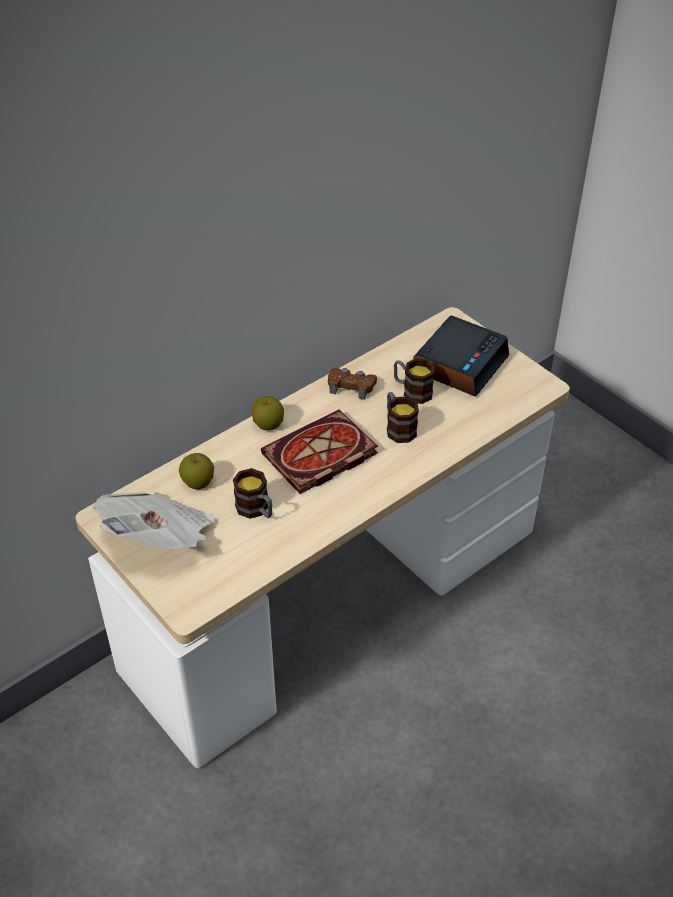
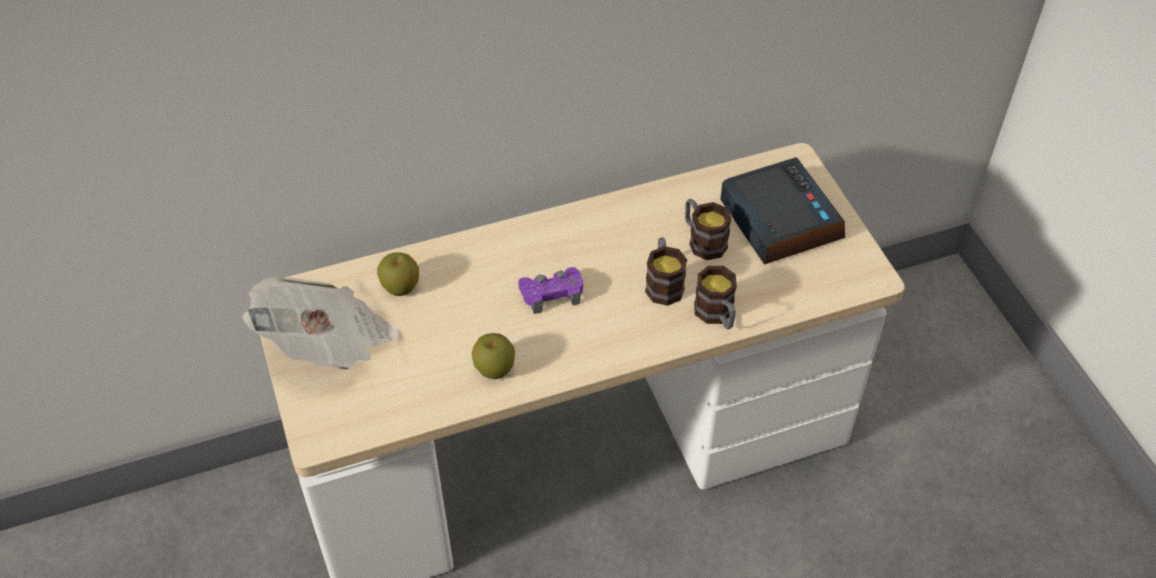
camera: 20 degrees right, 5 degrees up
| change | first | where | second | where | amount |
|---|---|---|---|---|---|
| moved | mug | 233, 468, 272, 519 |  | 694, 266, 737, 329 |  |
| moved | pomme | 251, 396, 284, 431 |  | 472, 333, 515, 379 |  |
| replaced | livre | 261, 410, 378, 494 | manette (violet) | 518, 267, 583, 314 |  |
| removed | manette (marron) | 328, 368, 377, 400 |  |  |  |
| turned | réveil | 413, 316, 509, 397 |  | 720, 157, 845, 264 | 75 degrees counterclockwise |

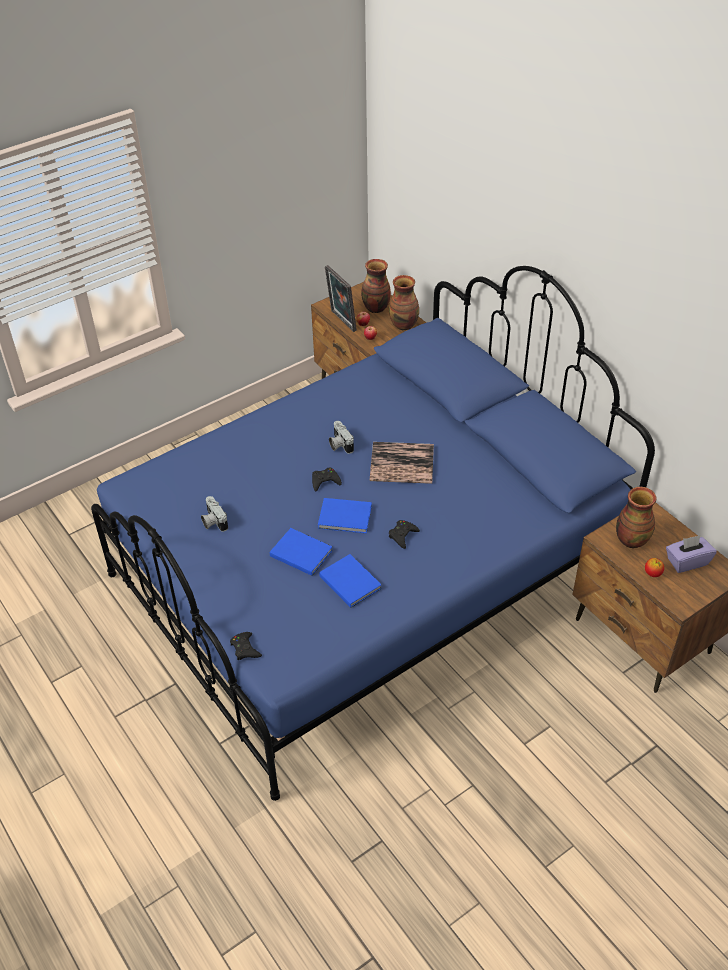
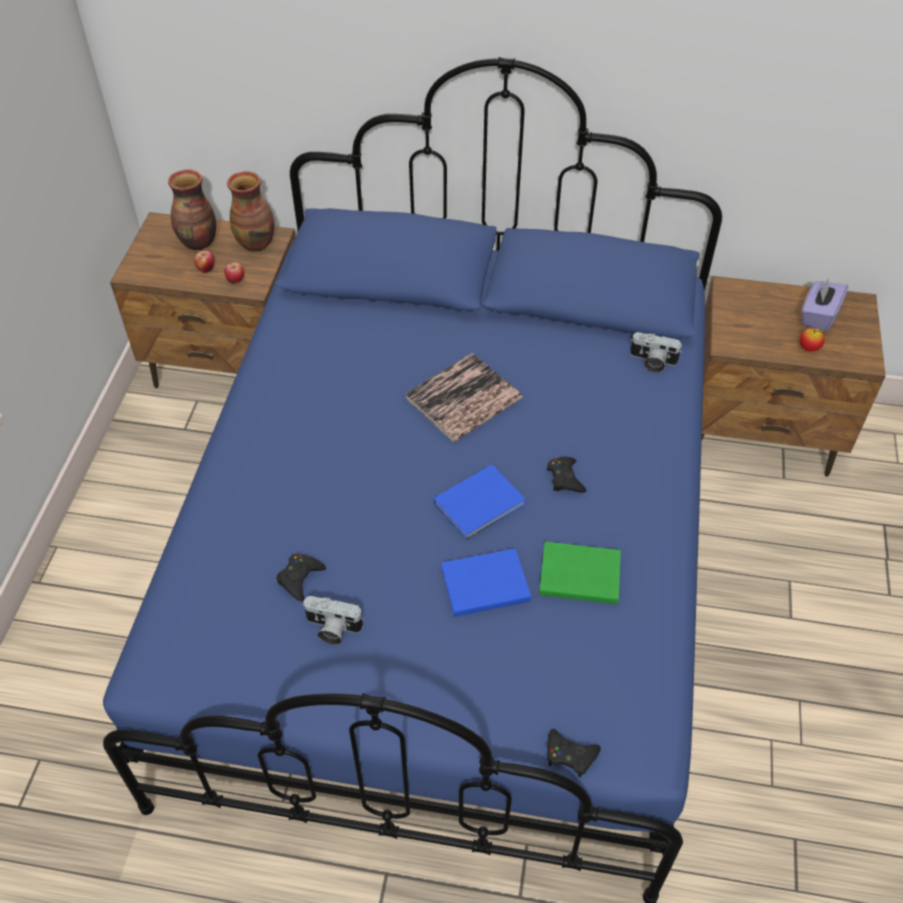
camera: 45 degrees left, 5 degrees up
| change | first | where | second | where | amount |
|---|---|---|---|---|---|
| moved | manette (noir) | 312, 468, 342, 492 |  | 276, 554, 326, 602 |  |
| recoloured | livre (bleu) | 319, 554, 382, 608 | livre (vert) | 539, 542, 621, 604 |  |
| removed | cadre photo | 325, 265, 357, 332 |  |  |  |
| moved | appareil photo | 329, 421, 354, 454 |  | 630, 332, 682, 373 |  |
| removed | vase | 616, 487, 657, 548 |  |  |  |

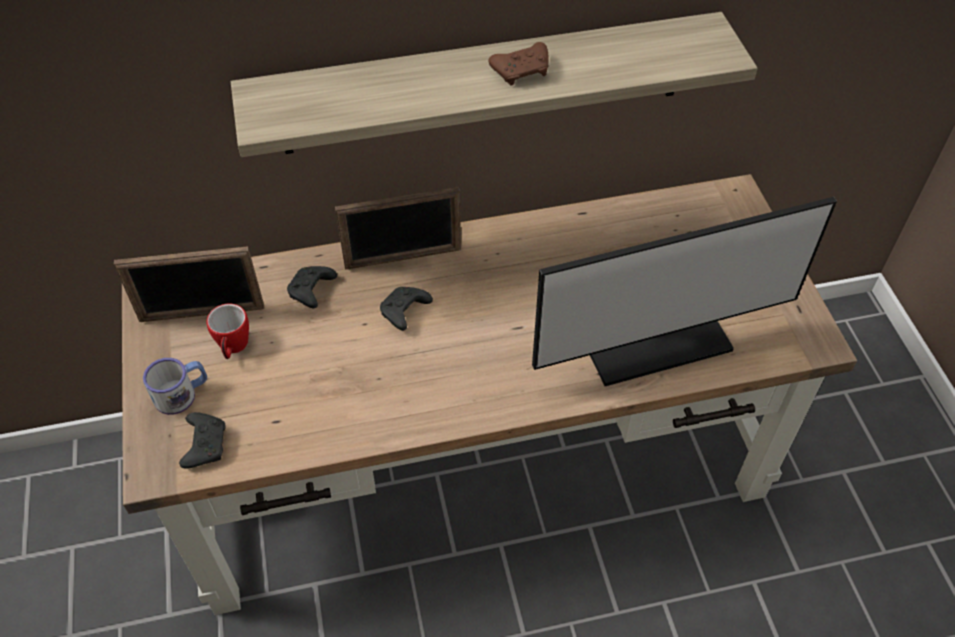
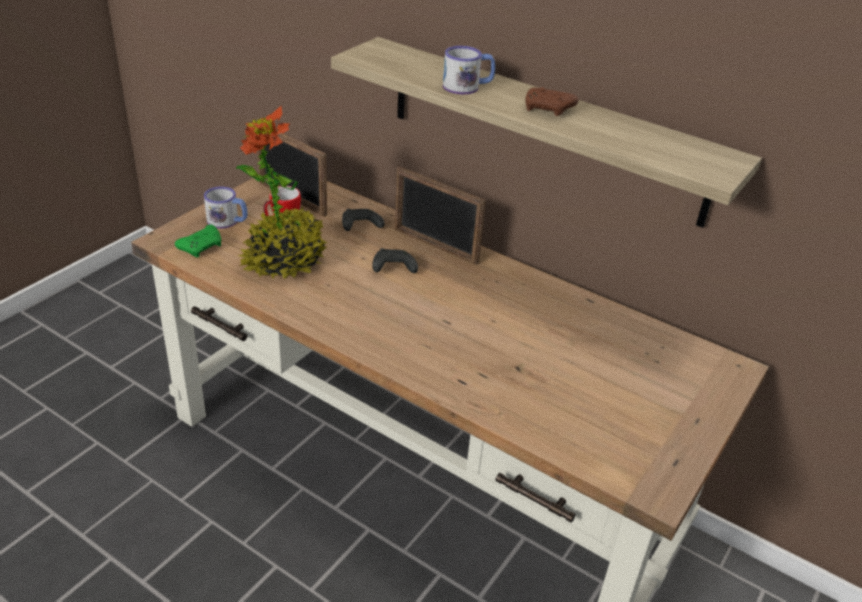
camera: 45 degrees right, 15 degrees down
| change | first | where | second | where | amount |
|---|---|---|---|---|---|
| recoloured | manette (noir) | 179, 412, 226, 469 | manette (vert) | 175, 224, 221, 258 |  |
| removed | écran d'ordinateur | 532, 197, 837, 386 |  |  |  |
| added |  |  | plante en pot | 236, 106, 327, 279 |  |
| added |  |  | mug | 443, 46, 495, 94 |  |

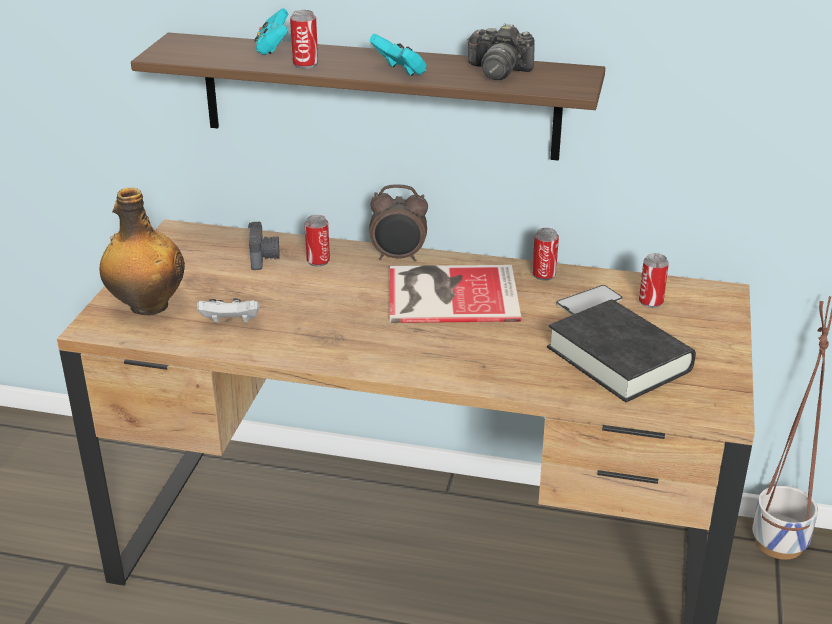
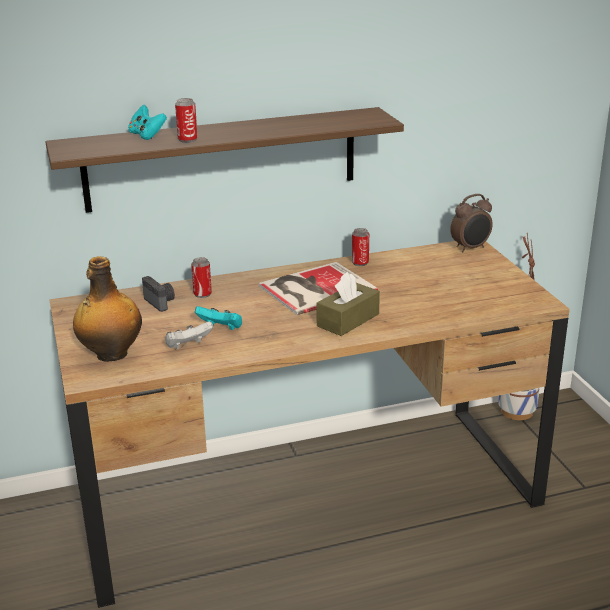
camera: 30 degrees left, 5 degrees down
| change | first | where | second | where | amount |
|---|---|---|---|---|---|
| moved | réveil | 369, 184, 428, 261 |  | 450, 194, 493, 252 |  |
| moved | manette (turquoise) | 370, 34, 427, 76 |  | 195, 306, 242, 330 |  |
| removed | appareil photo | 467, 23, 535, 80 |  |  |  |
| removed | livre (noir) | 547, 300, 696, 402 |  |  |  |
| removed | téléphone | 556, 285, 623, 315 |  |  |  |
| removed | boîte métallique | 639, 253, 669, 308 |  |  |  |
| added |  |  | boîte à mouchoirs (marron) | 316, 272, 380, 336 |  |

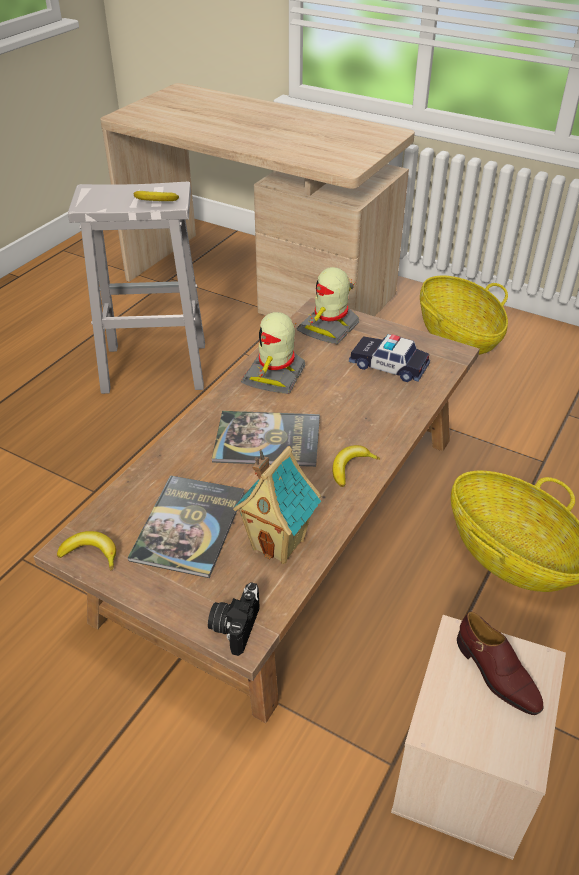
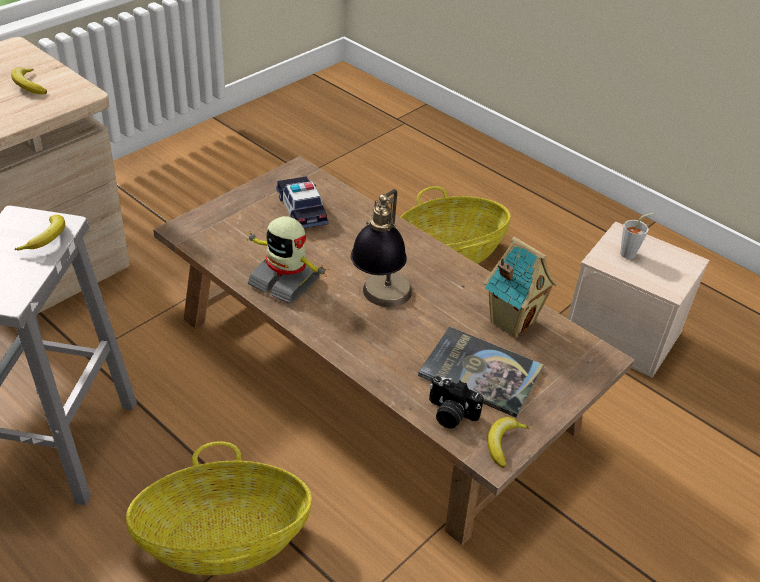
camera: 80 degrees left, 0 degrees up
| change | first | where | second | where | amount |
|---|---|---|---|---|---|
| moved | appareil photo | 208, 582, 260, 656 |  | 429, 376, 484, 429 |  |
| replaced | livre | 212, 411, 320, 467 | lampe de table | 351, 189, 412, 307 |  |
| removed | robot jouet | 296, 267, 359, 345 |  |  |  |
| moved | banane | 333, 445, 380, 487 |  | 11, 67, 47, 94 |  |
| turned | petite voiture | 349, 334, 430, 382 |  | 276, 176, 328, 228 | 120 degrees clockwise |
| moved | panier | 420, 276, 508, 355 |  | 126, 441, 312, 575 |  |
| replaced | chaussure (marron) | 457, 612, 544, 715 | tasse (gris) | 620, 213, 654, 259 |  |

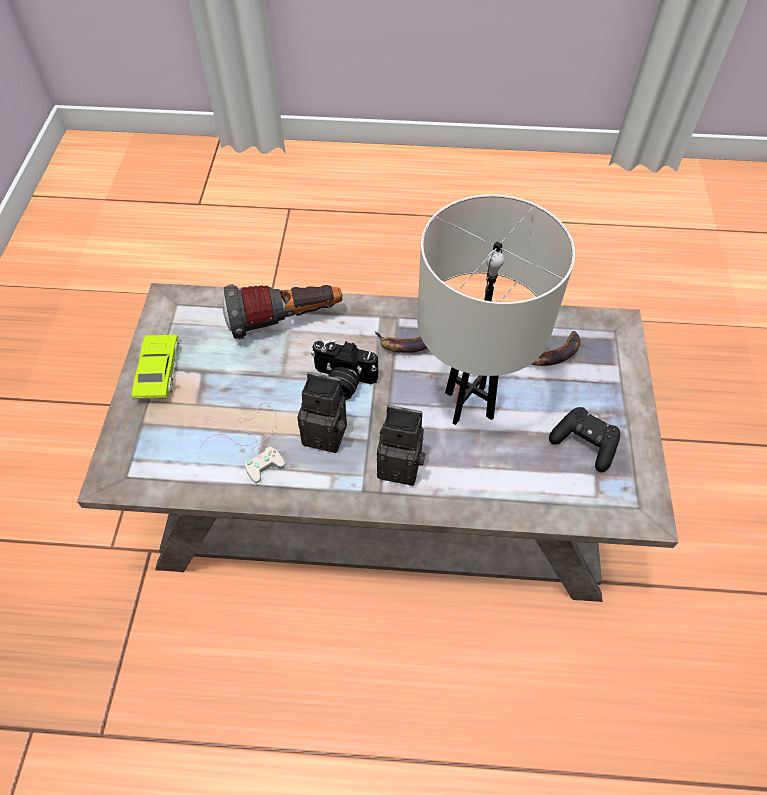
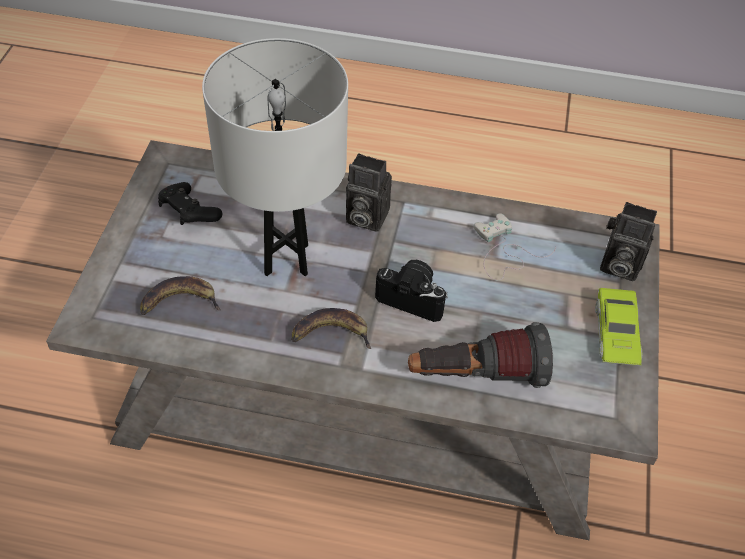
camera: 175 degrees left, 5 degrees down
| change | first | where | second | where | amount |
|---|---|---|---|---|---|
| moved | appareil photo | 297, 372, 347, 453 |  | 600, 202, 657, 281 |  |

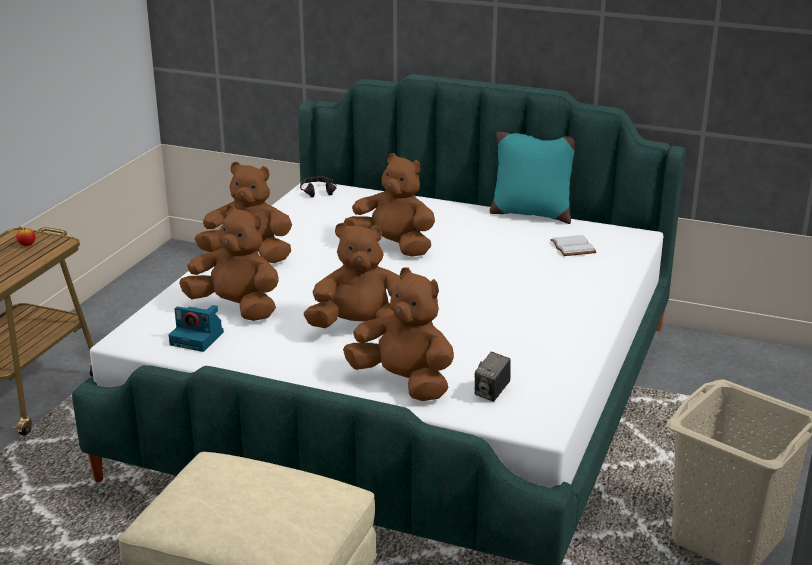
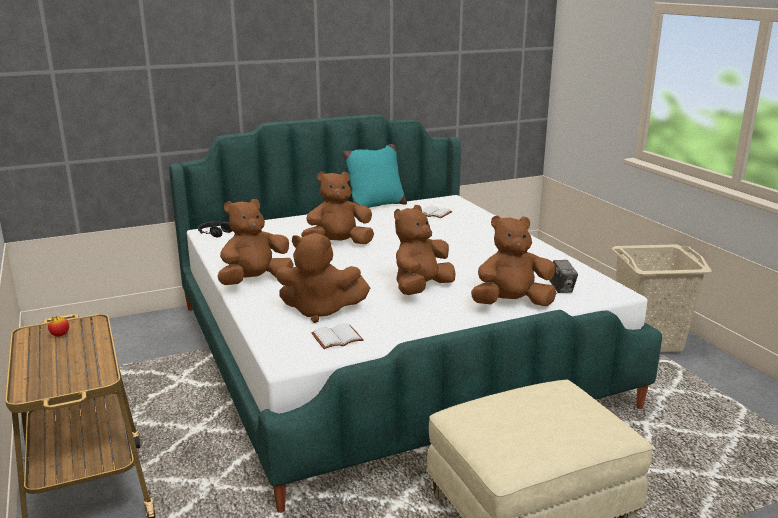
camera: 45 degrees left, 5 degrees down
| change | first | where | second | where | amount |
|---|---|---|---|---|---|
| replaced | appareil photo | 169, 305, 224, 352 | livre (blanc) | 311, 323, 364, 349 |  |
| turned | peluche (marron) | 179, 205, 279, 321 |  | 276, 233, 370, 323 | 150 degrees counterclockwise |

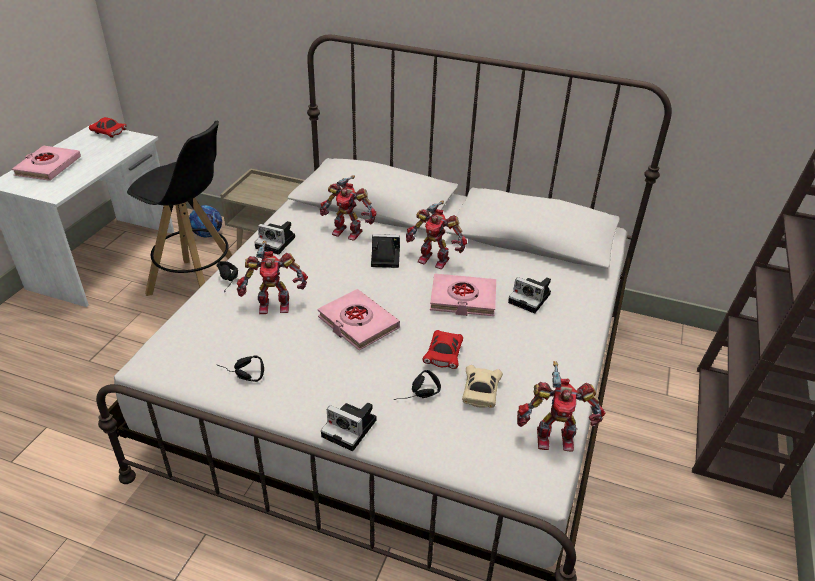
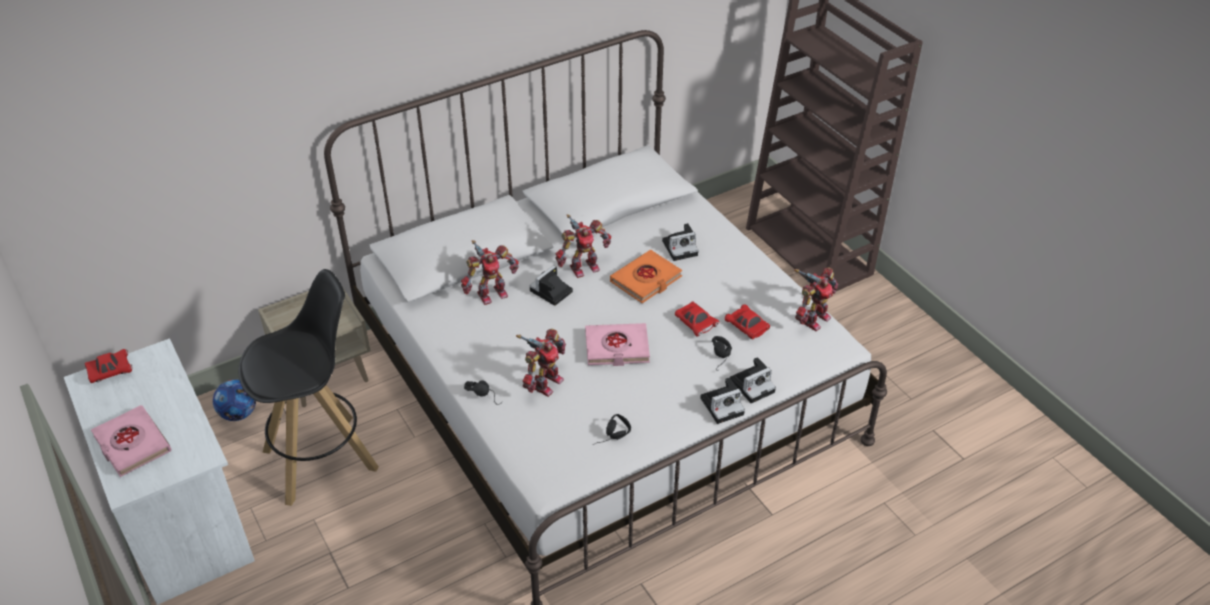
camera: 50 degrees left, 5 degrees up
| change | first | where | second | where | amount |
|---|---|---|---|---|---|
| moved | appareil photo | 254, 221, 295, 255 |  | 730, 357, 776, 403 |  |
| recoloured | livre (rose) | 430, 273, 496, 316 | livre (orange) | 610, 250, 682, 303 |  |
| recoloured | petite voiture (beige) | 462, 365, 503, 408 | petite voiture (rouge) | 725, 304, 770, 339 |  |

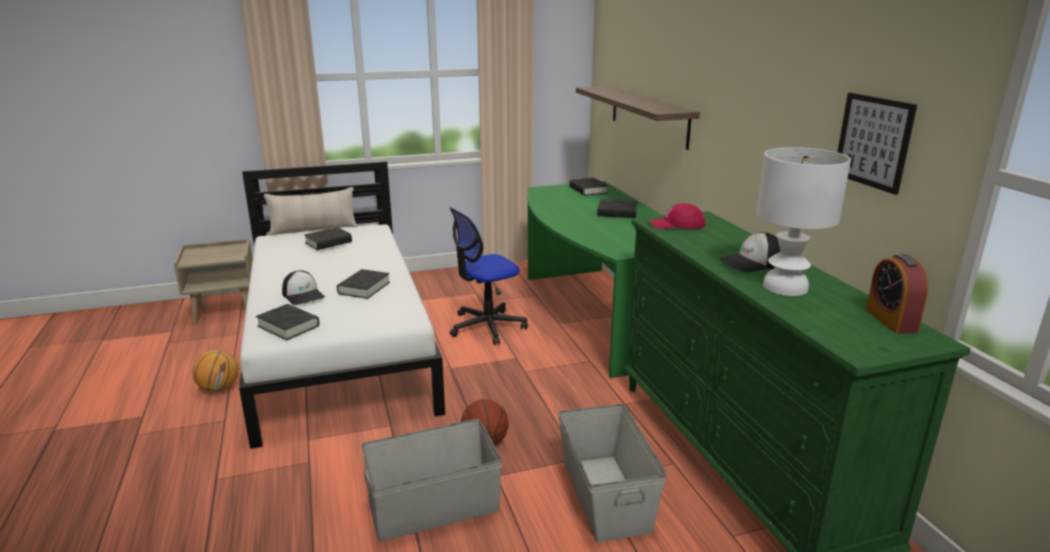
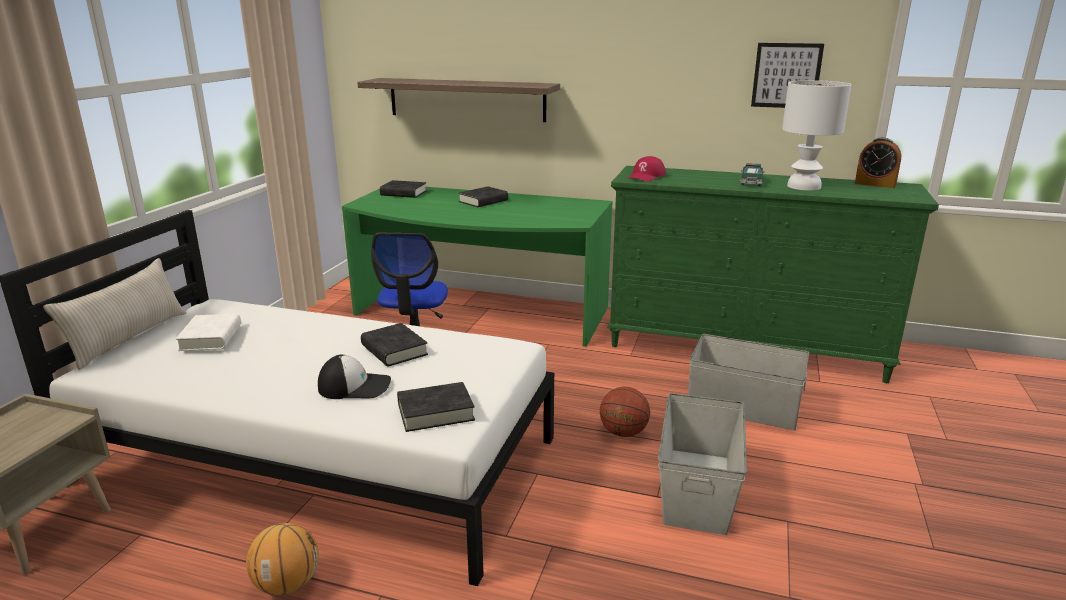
camera: 55 degrees left, 0 degrees up
| change | first | where | second | where | amount |
|---|---|---|---|---|---|
| recoloured | livre (noir) | 304, 227, 352, 250 | livre (blanc) | 176, 314, 241, 351 |  |
| replaced | casquette | 719, 232, 780, 272 | petite voiture | 740, 163, 764, 186 |  |

